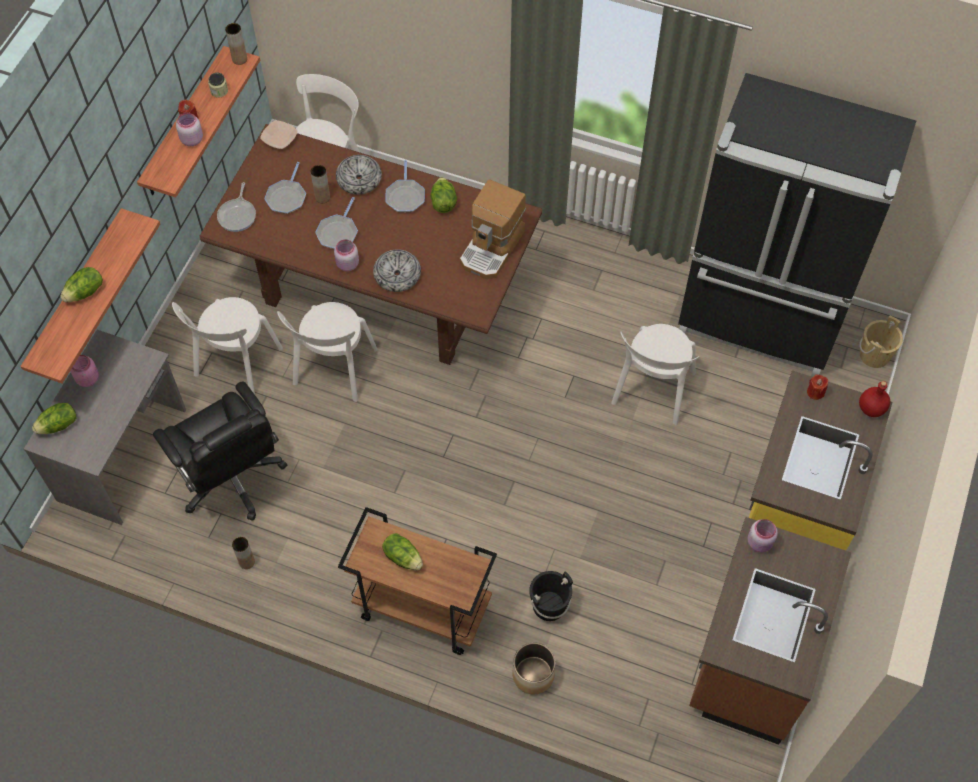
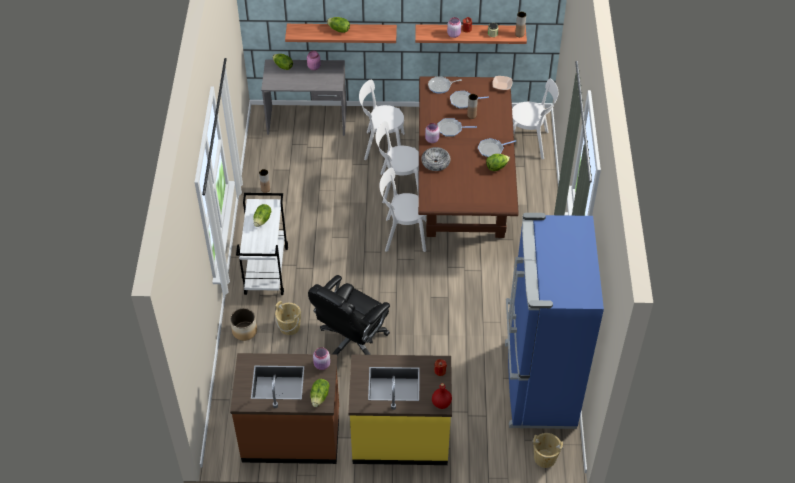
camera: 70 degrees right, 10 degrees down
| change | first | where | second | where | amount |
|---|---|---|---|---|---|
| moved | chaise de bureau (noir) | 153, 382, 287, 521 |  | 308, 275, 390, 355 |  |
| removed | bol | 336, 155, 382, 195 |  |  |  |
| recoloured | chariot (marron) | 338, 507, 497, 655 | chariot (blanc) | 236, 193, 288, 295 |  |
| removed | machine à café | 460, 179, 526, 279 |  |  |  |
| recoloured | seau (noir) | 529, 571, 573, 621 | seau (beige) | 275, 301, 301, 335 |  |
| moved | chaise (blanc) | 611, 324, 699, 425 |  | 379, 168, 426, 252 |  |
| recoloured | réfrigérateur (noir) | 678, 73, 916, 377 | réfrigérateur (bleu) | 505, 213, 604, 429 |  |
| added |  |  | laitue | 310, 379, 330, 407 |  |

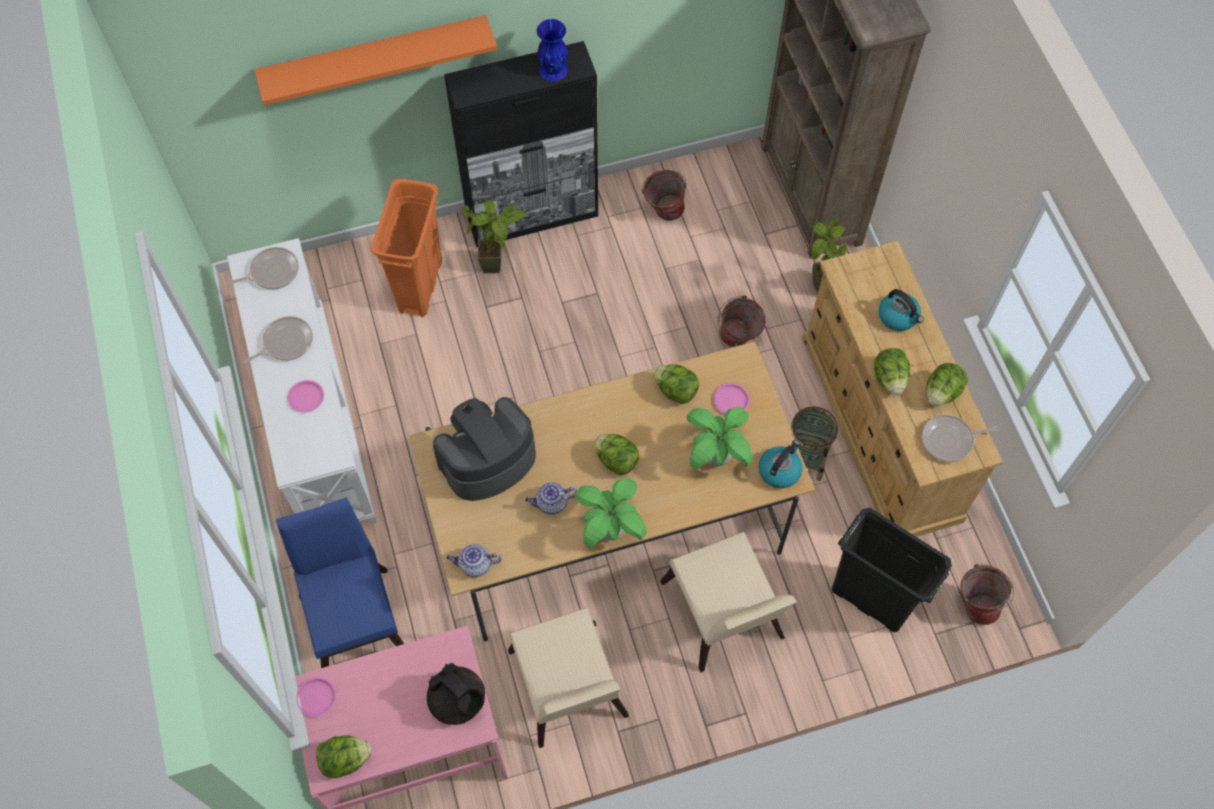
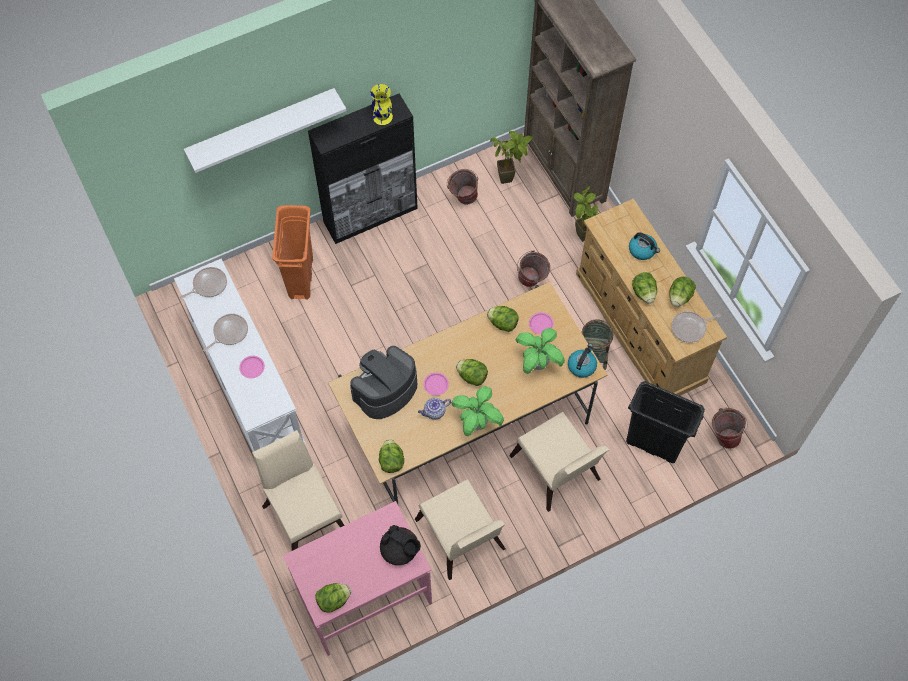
camera: 10 degrees left, 0 degrees up
| change | first | where | second | where | amount |
|---|---|---|---|---|---|
| recoloured | étagère (orange) | 255, 15, 497, 105 | étagère (blanc) | 184, 88, 346, 173 |  |
| recoloured | chaise (bleu) | 276, 497, 404, 668 | chaise (beige) | 252, 430, 345, 551 |  |
| moved | assiette (rose) | 296, 677, 336, 717 |  | 424, 372, 449, 396 |  |
| replaced | théière | 446, 544, 502, 577 | laitue | 379, 439, 404, 473 |  |
| moved | plante en pot | 462, 200, 527, 273 |  | 490, 131, 533, 184 |  |
| recoloured | vase (bleu) | 537, 19, 568, 81 | vase (jaune) | 371, 84, 393, 125 |  |

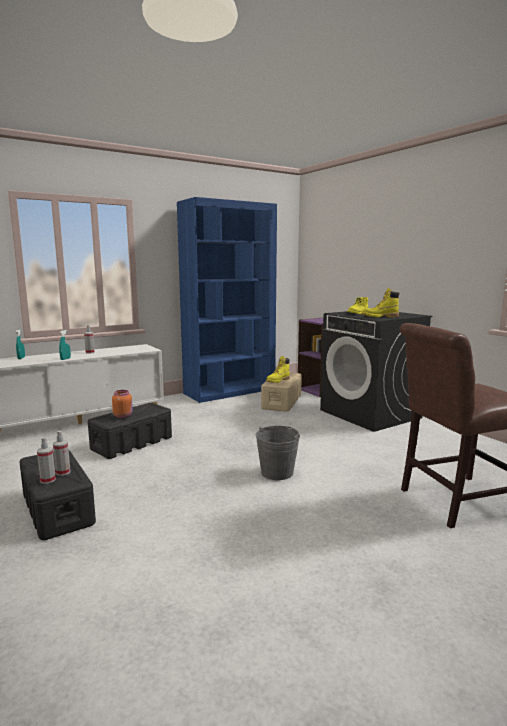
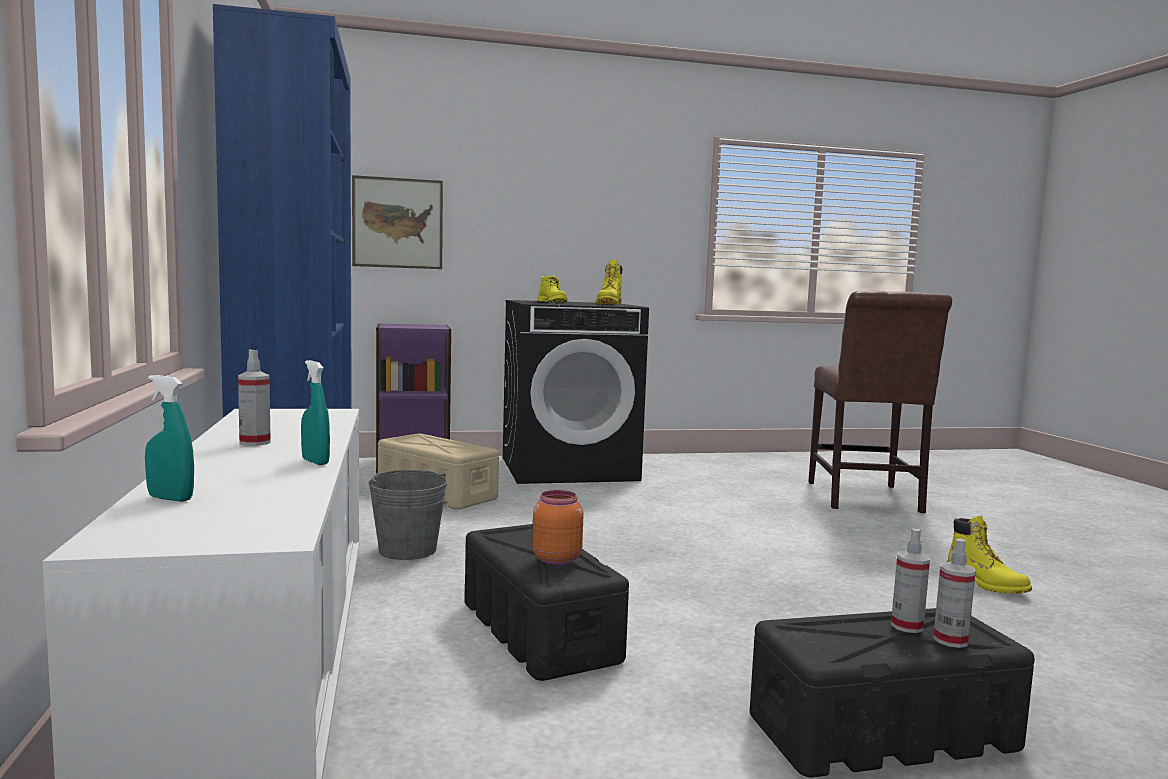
camera: 70 degrees left, 5 degrees down
| change | first | where | second | where | amount |
|---|---|---|---|---|---|
| moved | seau (gris) | 256, 426, 300, 480 |  | 369, 470, 447, 560 |  |
| moved | botte (jaune) | 266, 356, 290, 383 |  | 947, 516, 1032, 594 |  |
| added |  |  | tableau | 352, 175, 443, 269 |  |

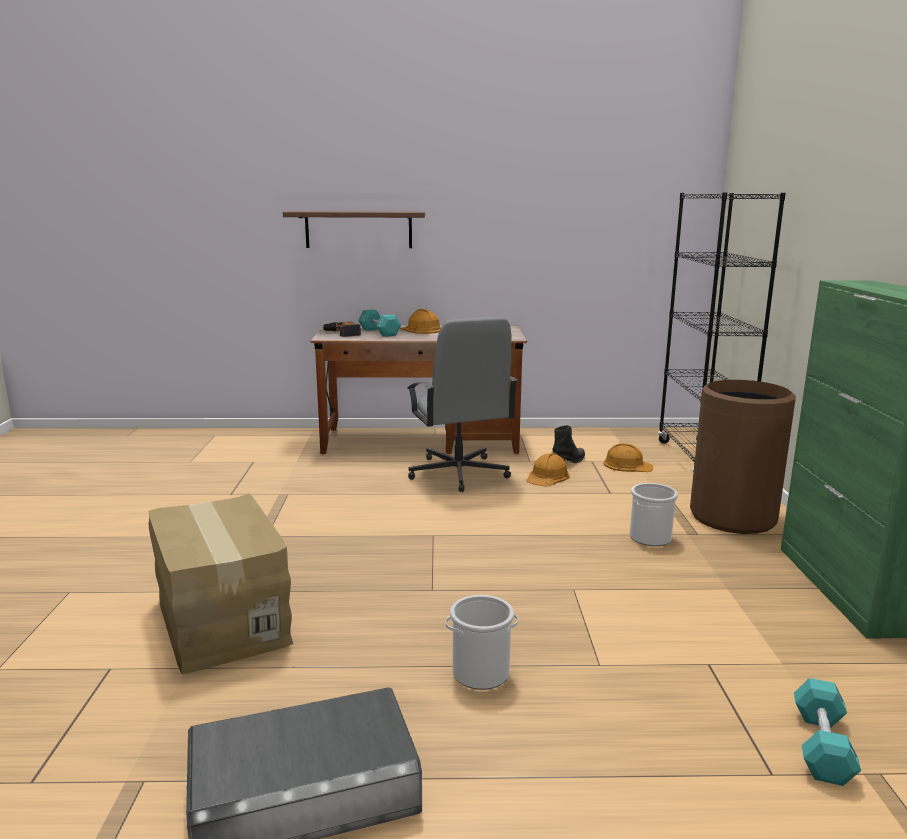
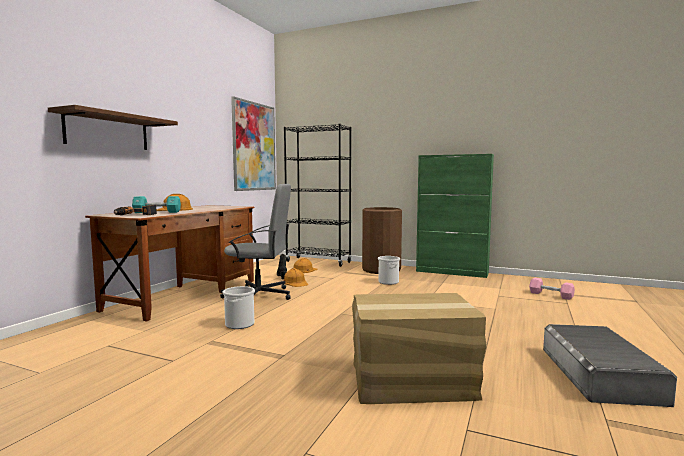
camera: 65 degrees left, 10 degrees down
| change | first | where | second | where | amount |
|---|---|---|---|---|---|
| moved | seau | 445, 595, 518, 690 |  | 222, 286, 255, 329 |  |
| recoloured | haltère (turquoise) | 794, 678, 861, 786 | haltère (rose) | 529, 278, 575, 300 |  |
| added |  |  | tableau | 231, 96, 276, 191 |  |

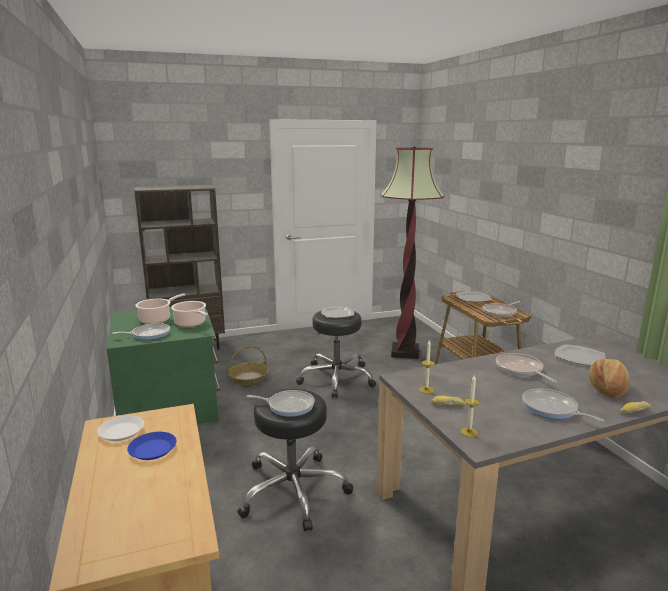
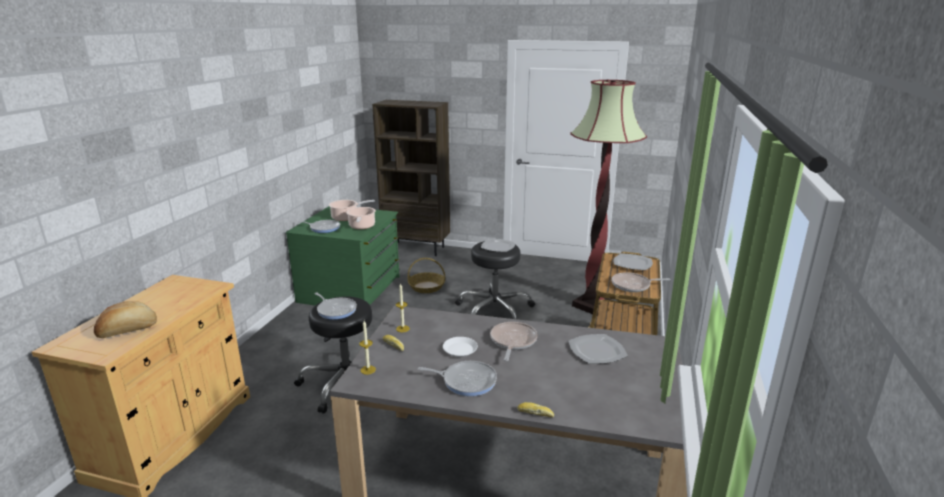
camera: 35 degrees right, 5 degrees up
| change | first | where | second | where | amount |
|---|---|---|---|---|---|
| moved | assiette (blanc) | 97, 415, 144, 441 |  | 443, 337, 478, 357 |  |
| removed | assiette (bleu) | 127, 432, 177, 460 |  |  |  |
| turned | poêle | 522, 389, 604, 422 |  | 418, 361, 497, 396 | 105 degrees clockwise |
| moved | pain | 589, 358, 630, 399 |  | 94, 301, 157, 338 |  |

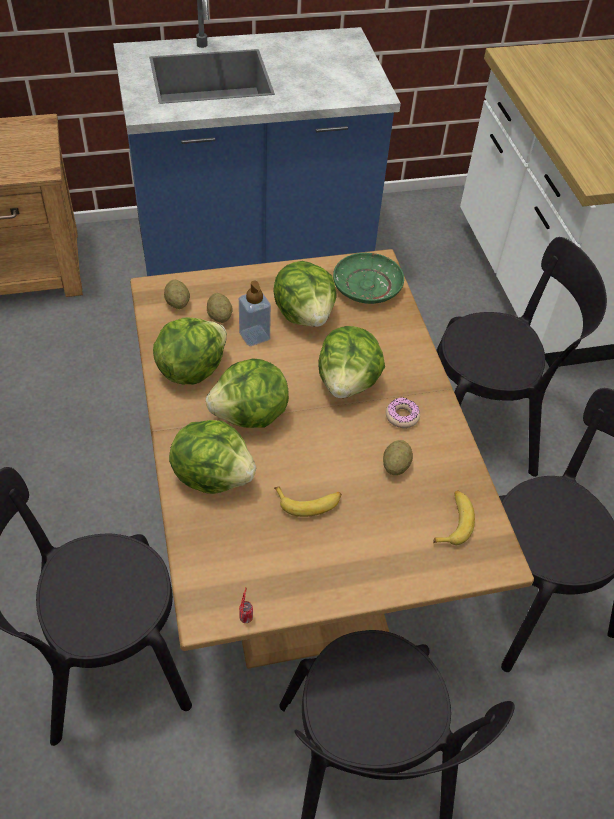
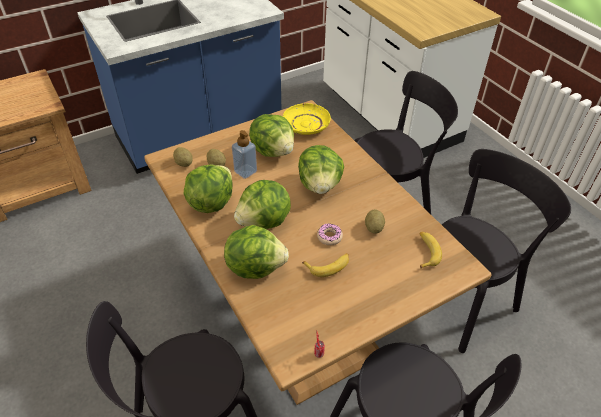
camera: 15 degrees left, 5 degrees down
| change | first | where | second | where | amount |
|---|---|---|---|---|---|
| recoloured | assiette (vert) | 333, 253, 404, 304 | assiette (jaune) | 283, 103, 331, 135 |  |
| moved | beignet | 386, 398, 420, 428 |  | 317, 224, 343, 245 |  |

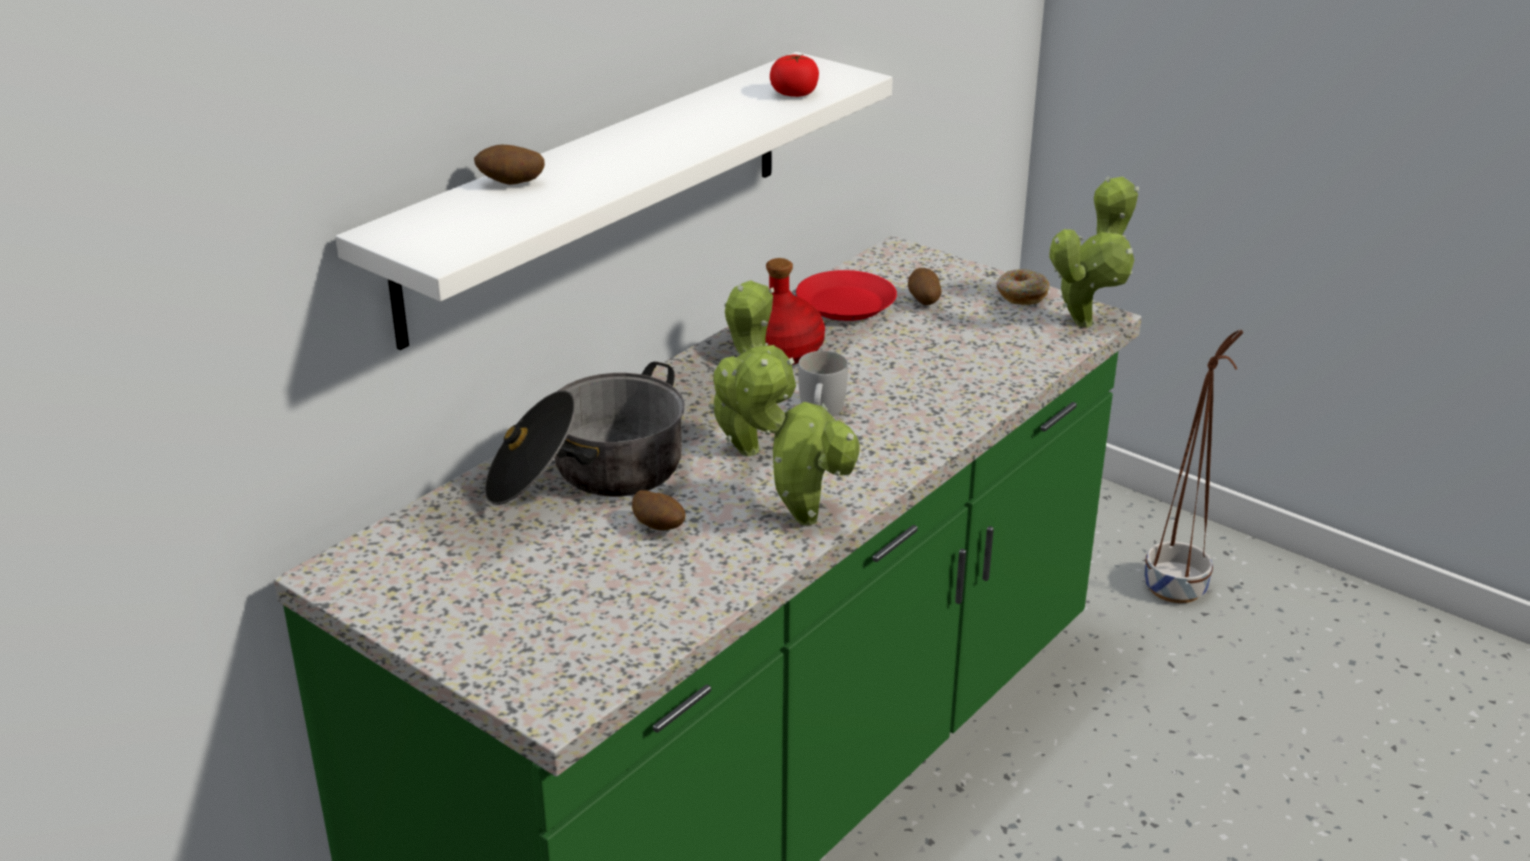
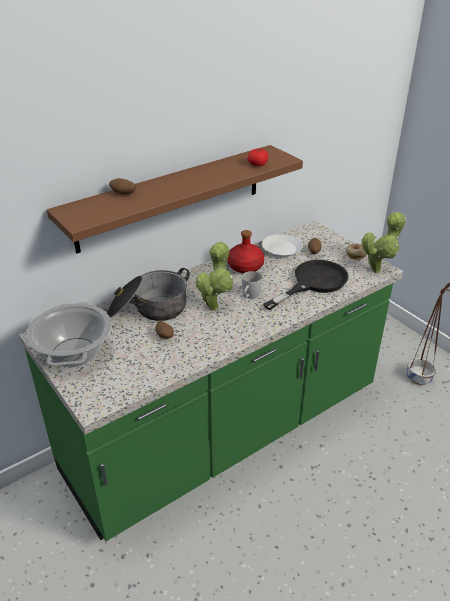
camera: 15 degrees right, 5 degrees up
| change | first | where | second | where | amount |
|---|---|---|---|---|---|
| recoloured | étagère (blanc) | 336, 52, 893, 350 | étagère (marron) | 47, 145, 303, 254 |  |
| removed | plante en pot | 732, 350, 860, 525 |  |  |  |
| recoloured | assiette (rouge) | 796, 270, 897, 321 | assiette (blanc) | 262, 234, 303, 257 |  |
| added |  |  | marmite | 26, 302, 111, 367 |  |
| added |  |  | poêle (noir) | 263, 260, 348, 310 |  |

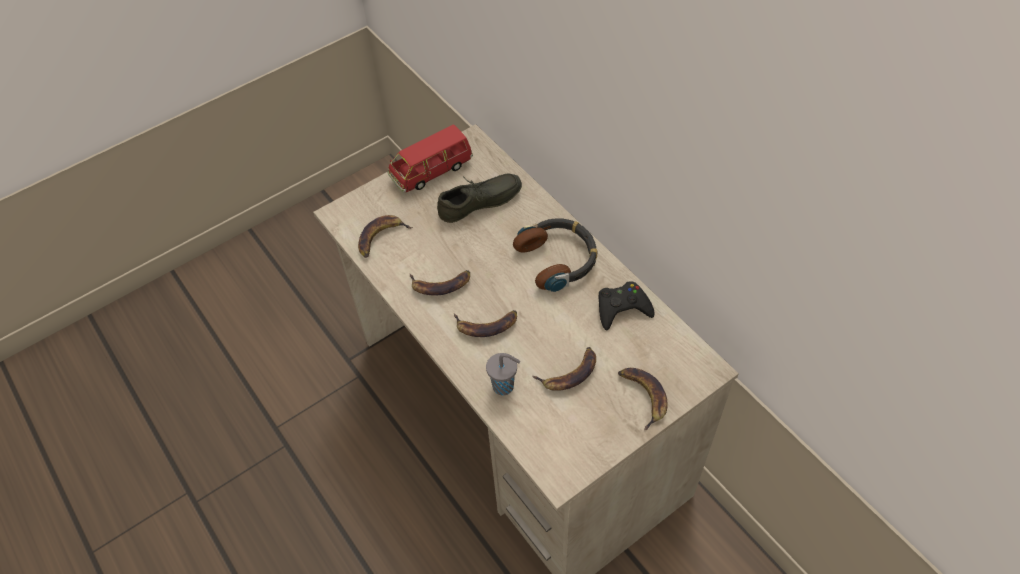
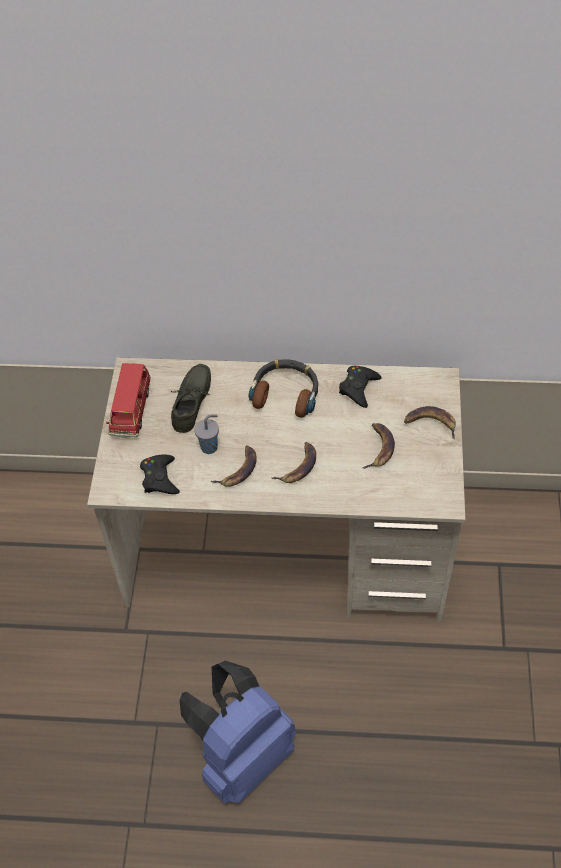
camera: 50 degrees left, 0 degrees up
| change | first | where | second | where | amount |
|---|---|---|---|---|---|
| replaced | banane | 358, 215, 413, 258 | manette (noir) | 140, 455, 180, 494 |  |
| moved | tasse (gris) | 486, 353, 520, 395 |  | 194, 414, 219, 454 |  |
| added |  |  | sac à dos (bleu) | 180, 661, 296, 804 |  |

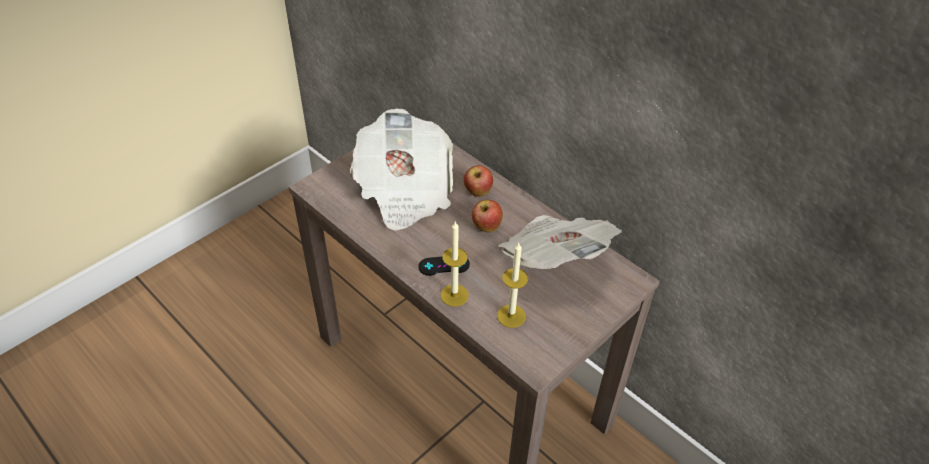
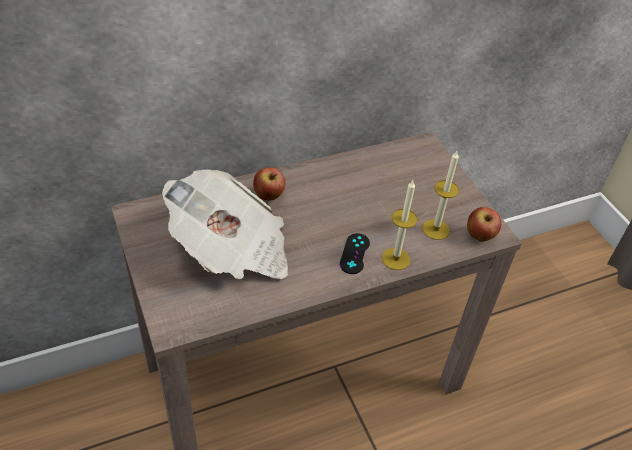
camera: 70 degrees left, 0 degrees up
| change | first | where | second | where | amount |
|---|---|---|---|---|---|
| moved | pomme | 472, 200, 503, 233 |  | 467, 207, 501, 241 |  |
| removed | journal | 498, 215, 622, 269 |  |  |  |

